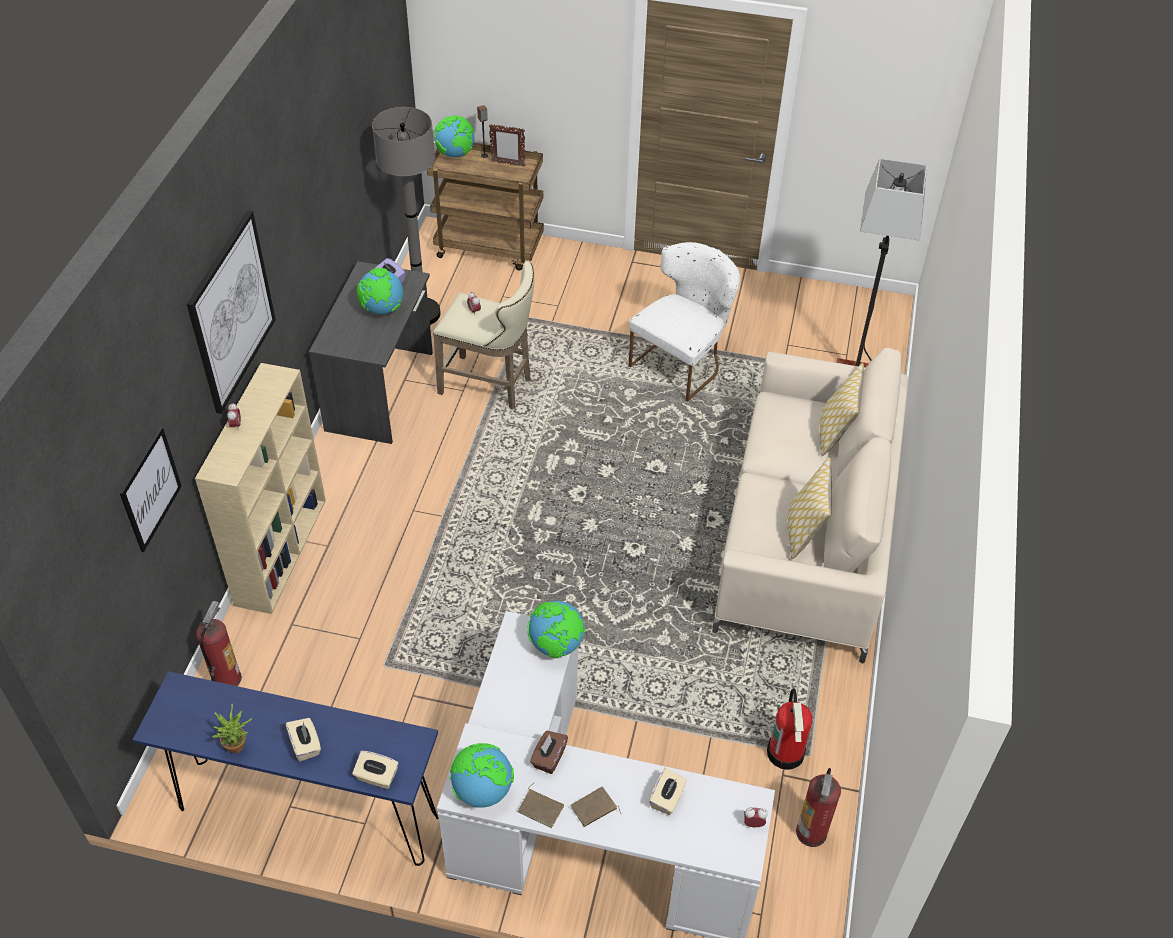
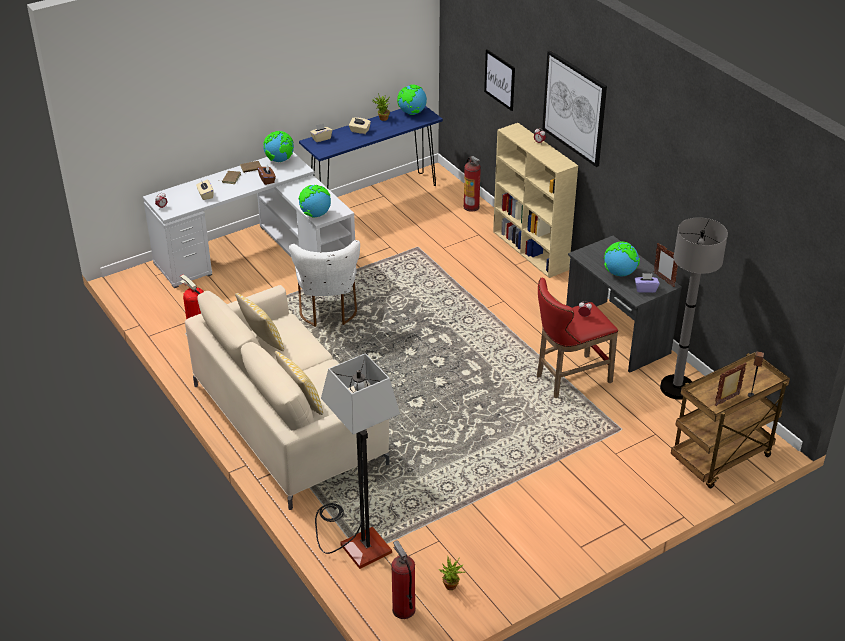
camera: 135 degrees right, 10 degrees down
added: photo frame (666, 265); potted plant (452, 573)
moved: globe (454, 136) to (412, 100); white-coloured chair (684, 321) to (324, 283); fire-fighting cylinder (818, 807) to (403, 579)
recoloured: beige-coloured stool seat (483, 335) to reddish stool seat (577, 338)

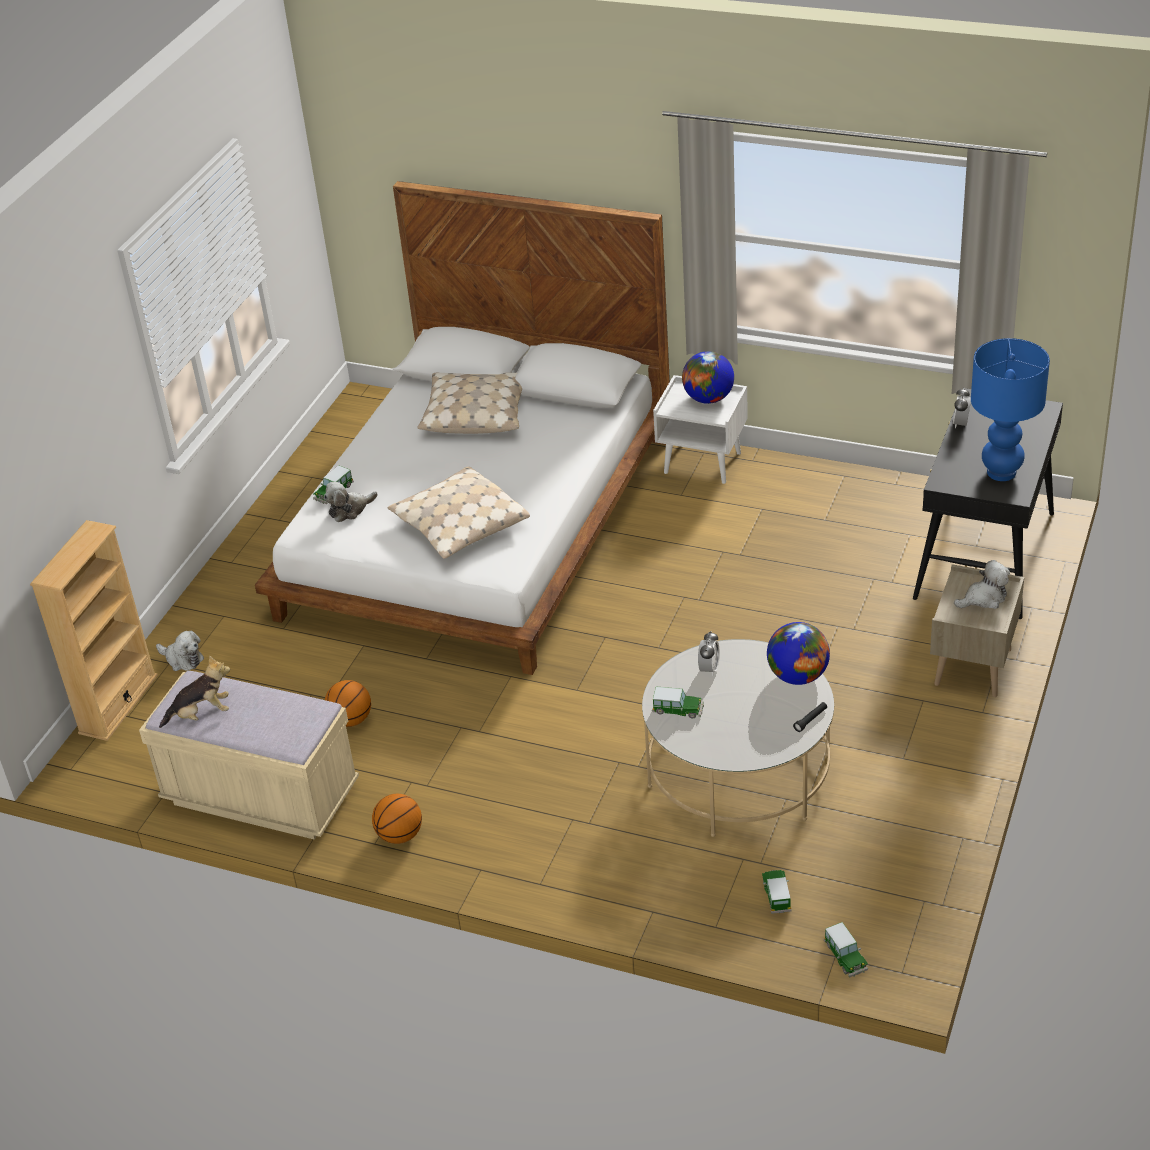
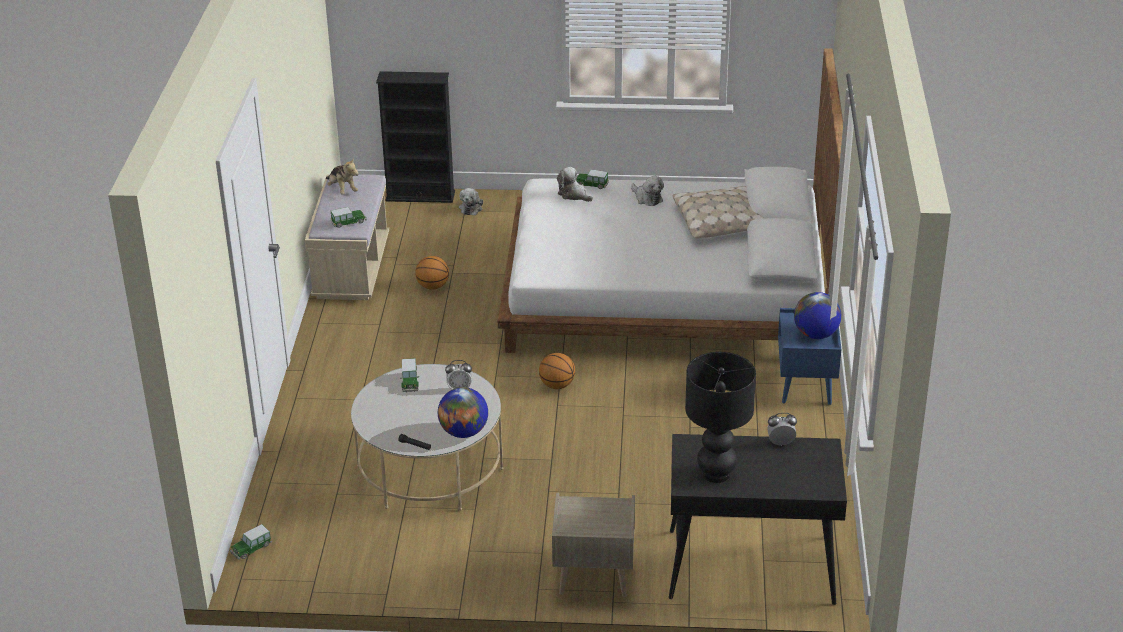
camera: 70 degrees right, 5 degrees down
removed: beige-coloured cushion (459, 512)
moved: cuddly toy (982, 584) to (647, 191); basketball (397, 819) to (557, 371); miniature car (776, 892) to (349, 217)
recoloured: blue lamp for a table (1010, 409) to blackish lamp for a table (720, 417); white-coloured bedside table (700, 429) to blue bedside table (809, 356); beige-coloured shelving unit (94, 630) to blackish shelving unit (415, 137)

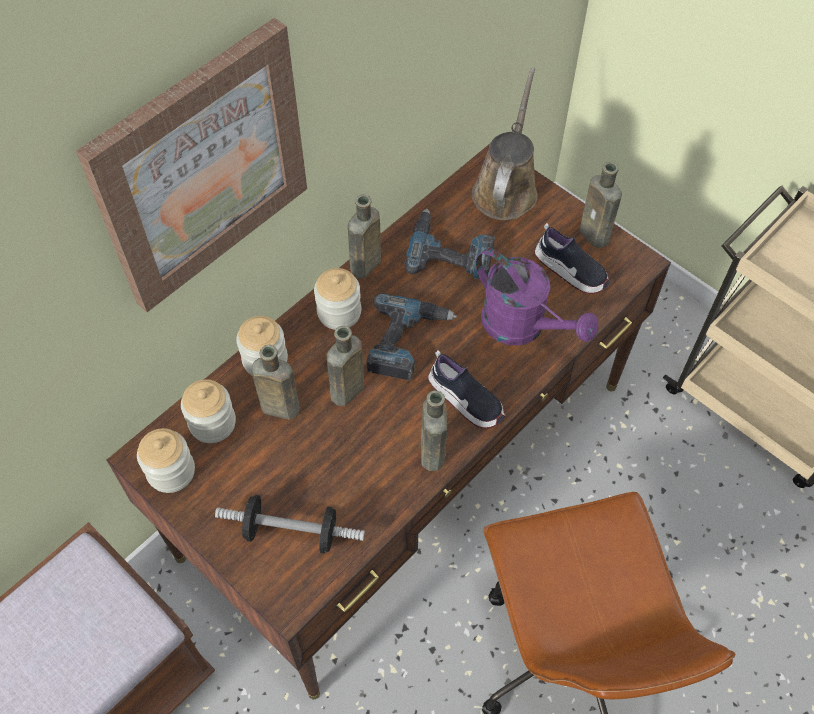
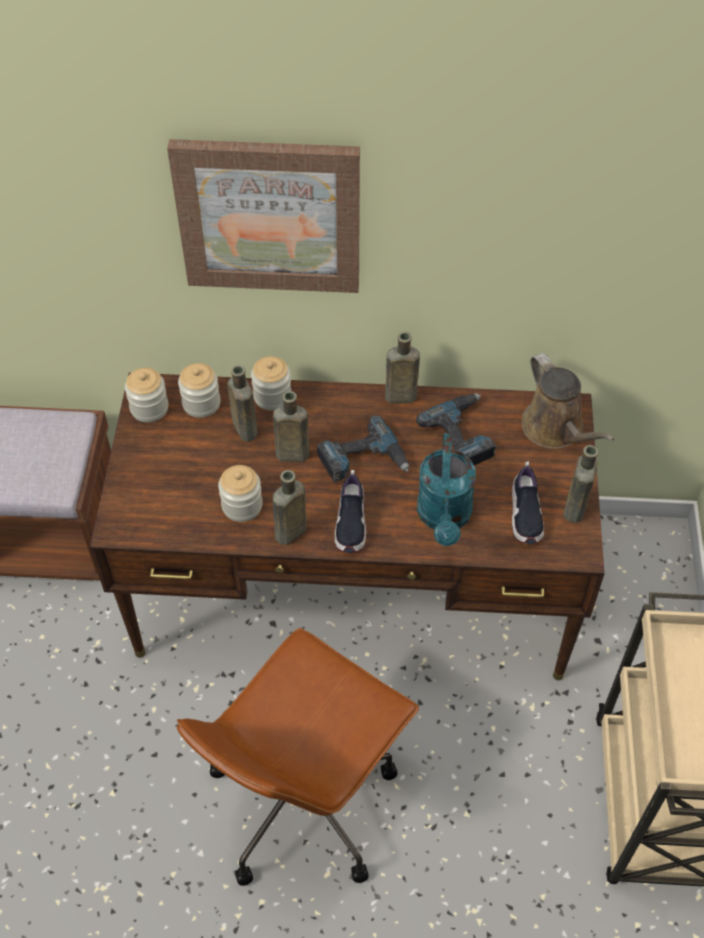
camera: 50 degrees right, 5 degrees down
removed: free weight (290, 524)
moved: jar (337, 299) to (240, 493)
recoloured: purple watering can (537, 296) to turquoise watering can (446, 489)
turned: brownish watering can (505, 143) = (568, 401) 90 degrees clockwise

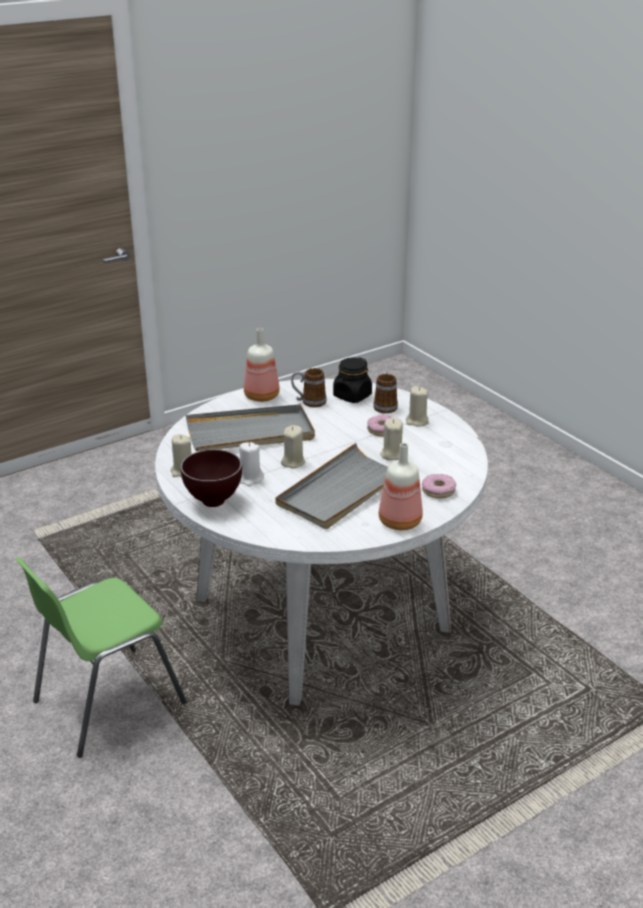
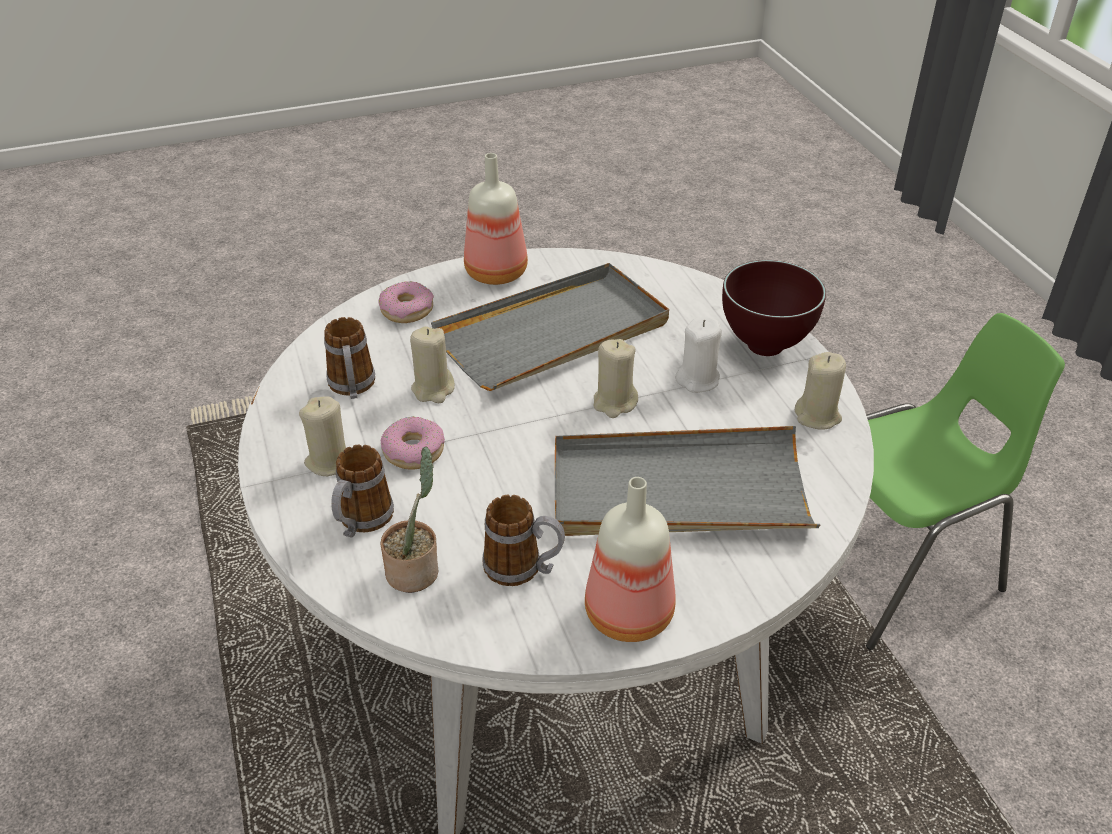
camera: 165 degrees left, 10 degrees up
added: mug (349, 358)
replaced: blackish jar (352, 380) to potted plant (409, 519)

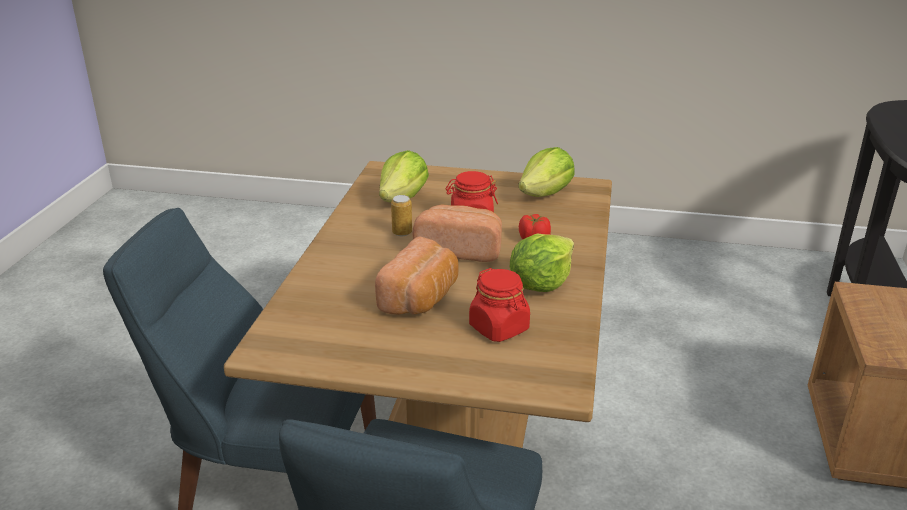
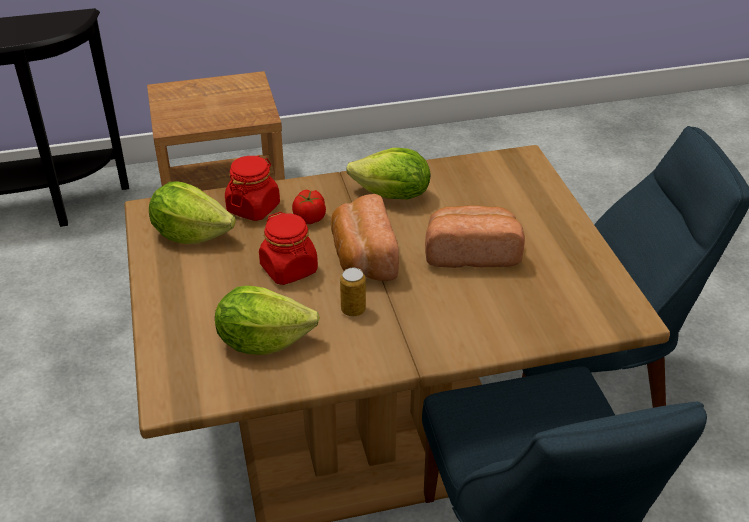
camera: 115 degrees left, 10 degrees up
moved: reddish jar (499, 305) to (252, 188)

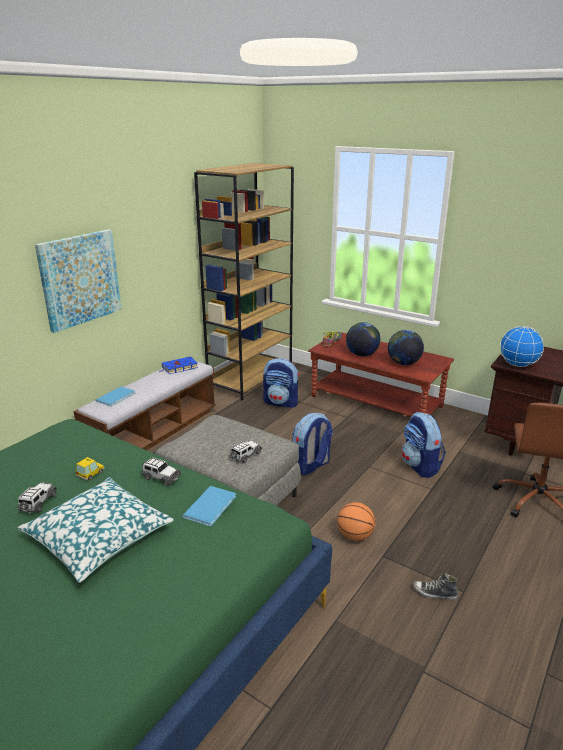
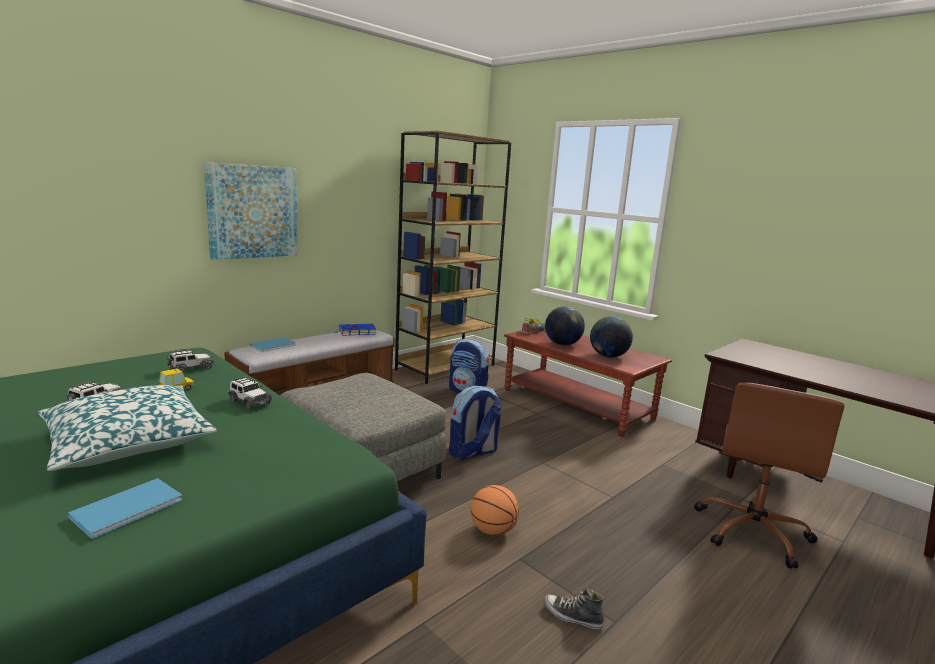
camera: 10 degrees right, 10 degrees down
removed: globe (522, 346); backpack (423, 445)
moved: miniature car (245, 451) to (190, 361); blue volume (209, 506) to (124, 508)

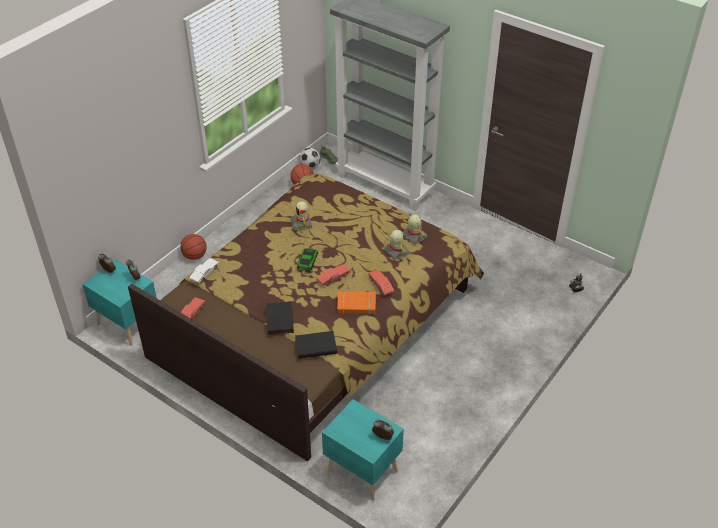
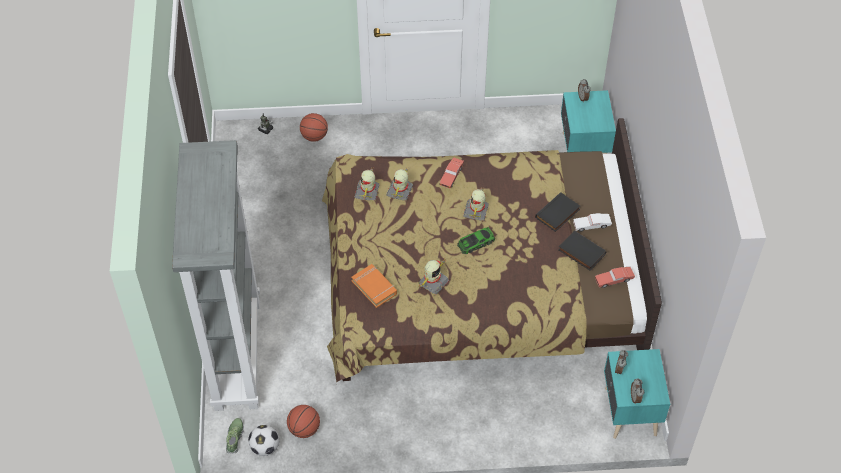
camera: 130 degrees left, 10 degrees up
moved: basketball (193, 247) to (314, 127); white-coloured miniature car (204, 270) to (592, 222); orangey volume (356, 303) to (374, 286); blackish volume (316, 345) to (582, 251)
replaced: reddish miniature car (333, 275) to toy robot (476, 203)

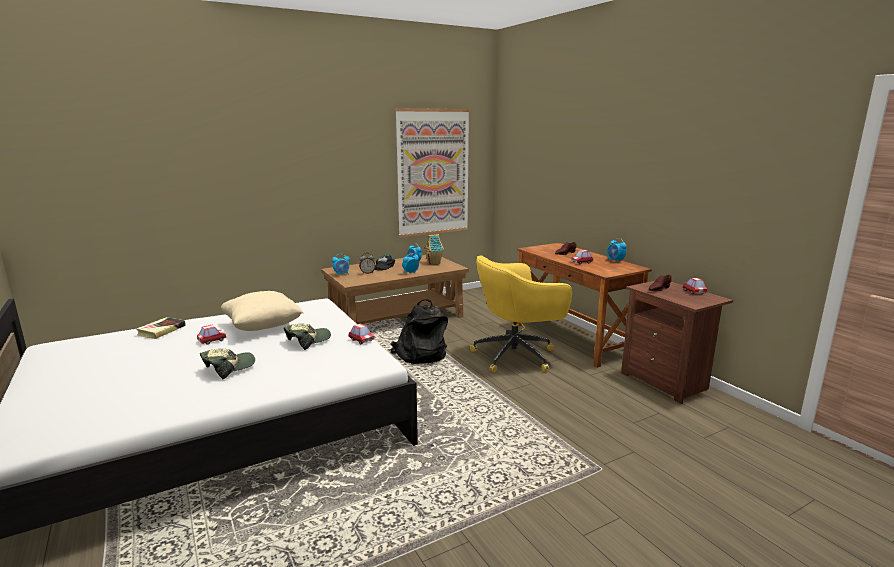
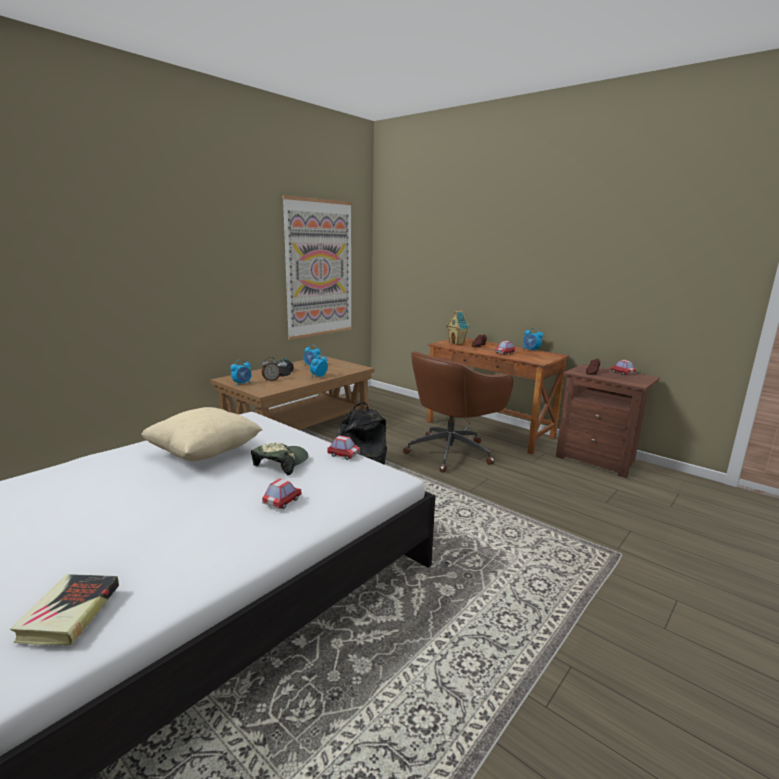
camera: 20 degrees left, 0 degrees up
removed: baseball cap (227, 364)
moved: toy house (434, 249) to (458, 327); volume (161, 328) to (64, 609); miniature car (212, 335) to (282, 494)
recoloured: yellow office chair (521, 313) to brownish office chair (458, 412)

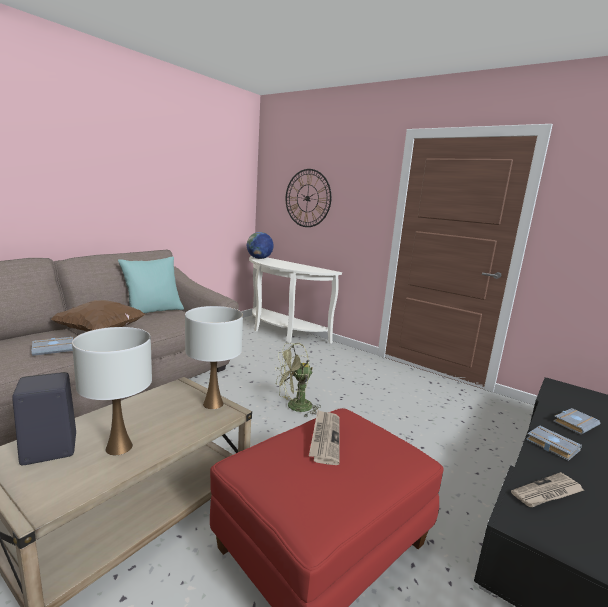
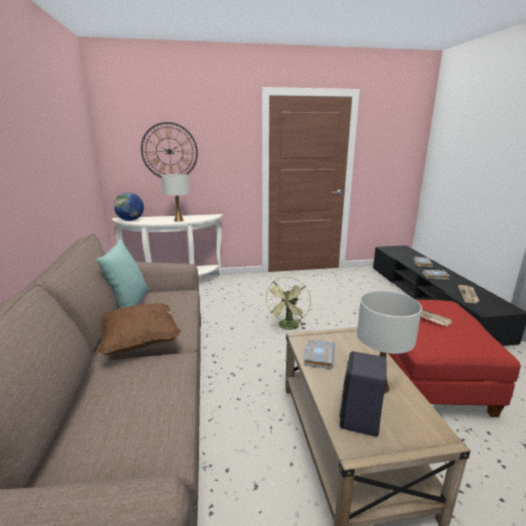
camera: 45 degrees left, 5 degrees up
moved: white-coloured lamp for a table (214, 357) to (176, 198); gray volume (52, 346) to (319, 354)

